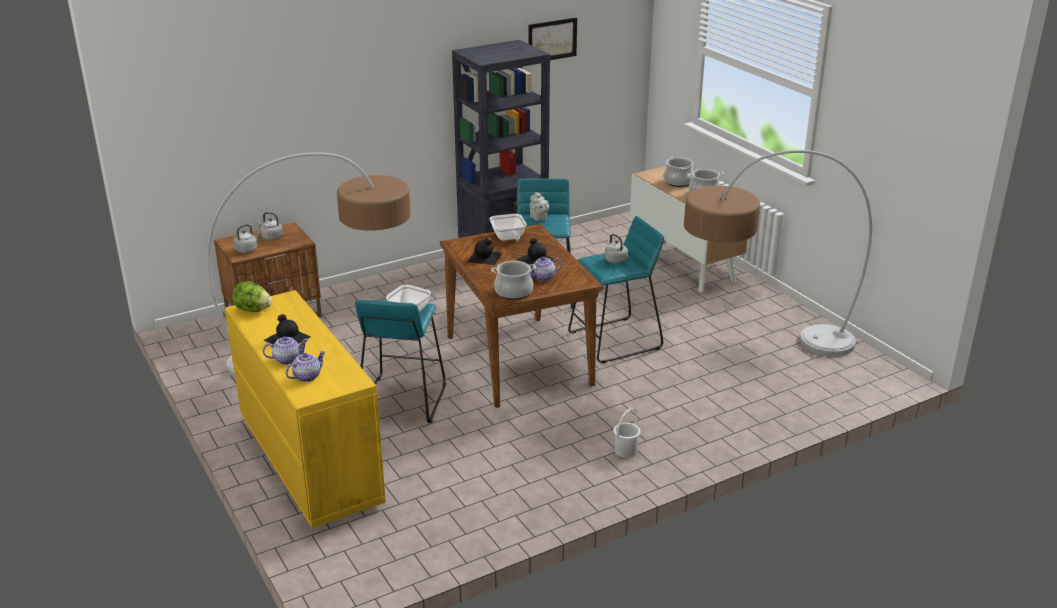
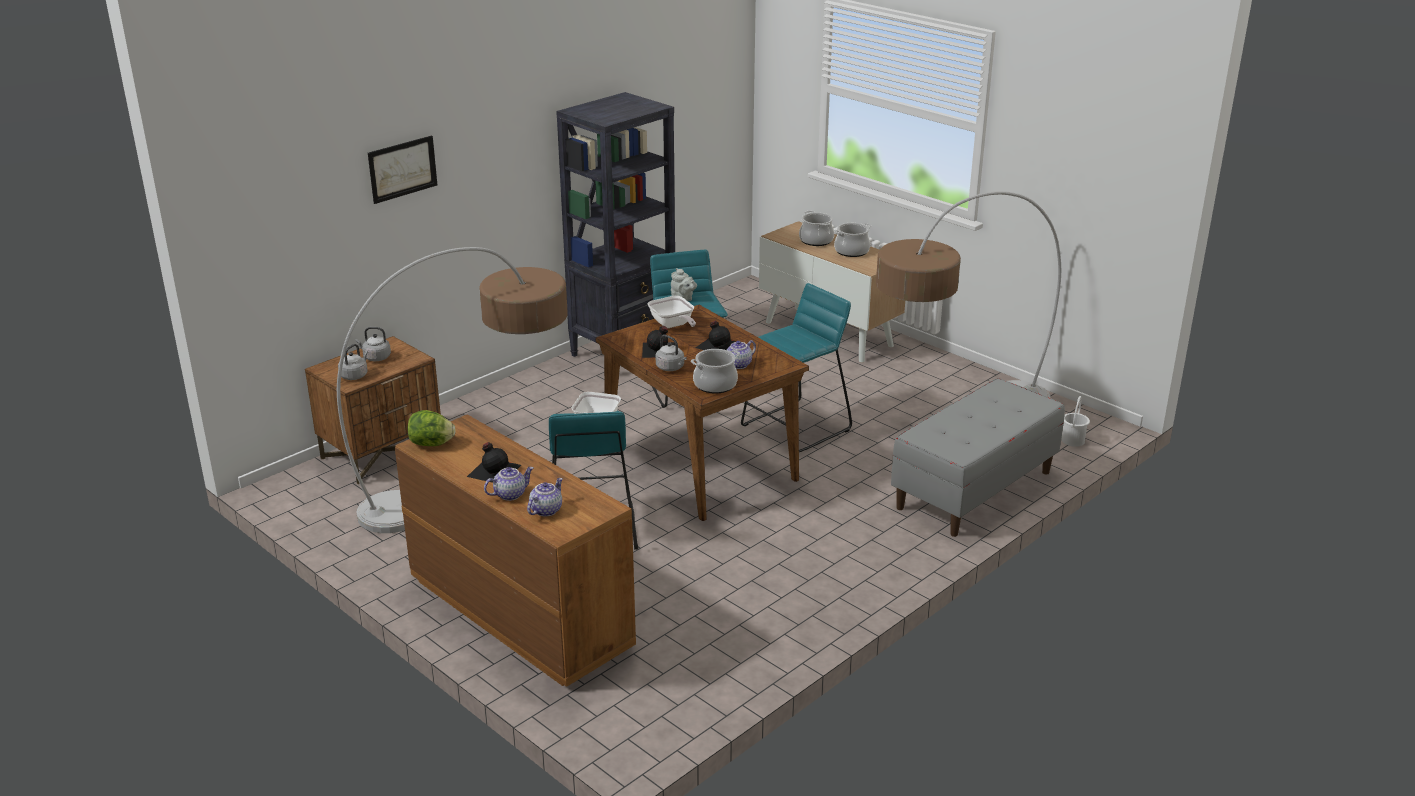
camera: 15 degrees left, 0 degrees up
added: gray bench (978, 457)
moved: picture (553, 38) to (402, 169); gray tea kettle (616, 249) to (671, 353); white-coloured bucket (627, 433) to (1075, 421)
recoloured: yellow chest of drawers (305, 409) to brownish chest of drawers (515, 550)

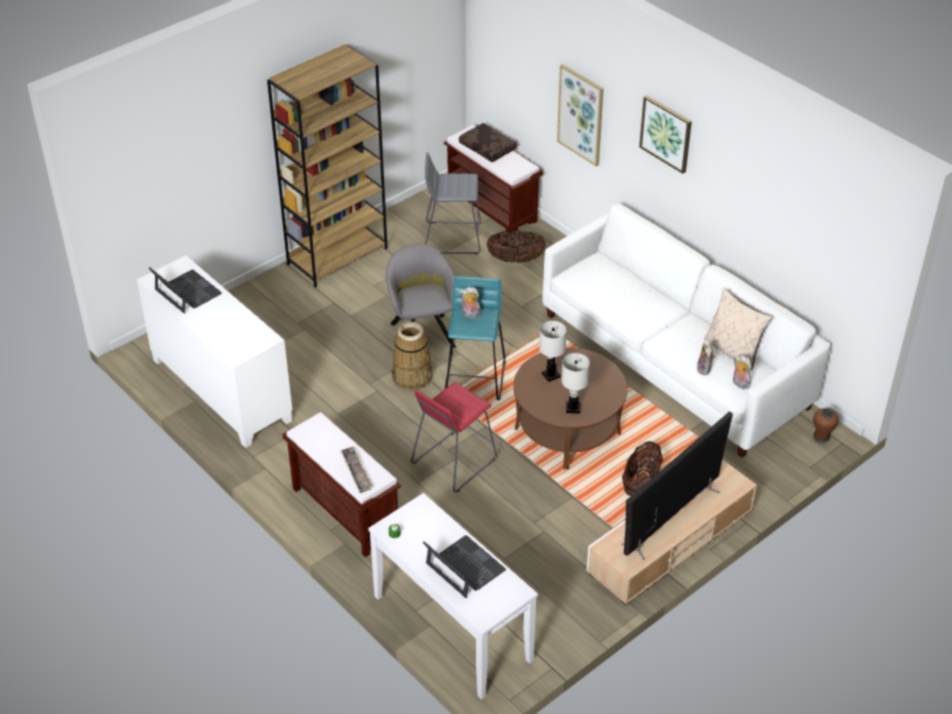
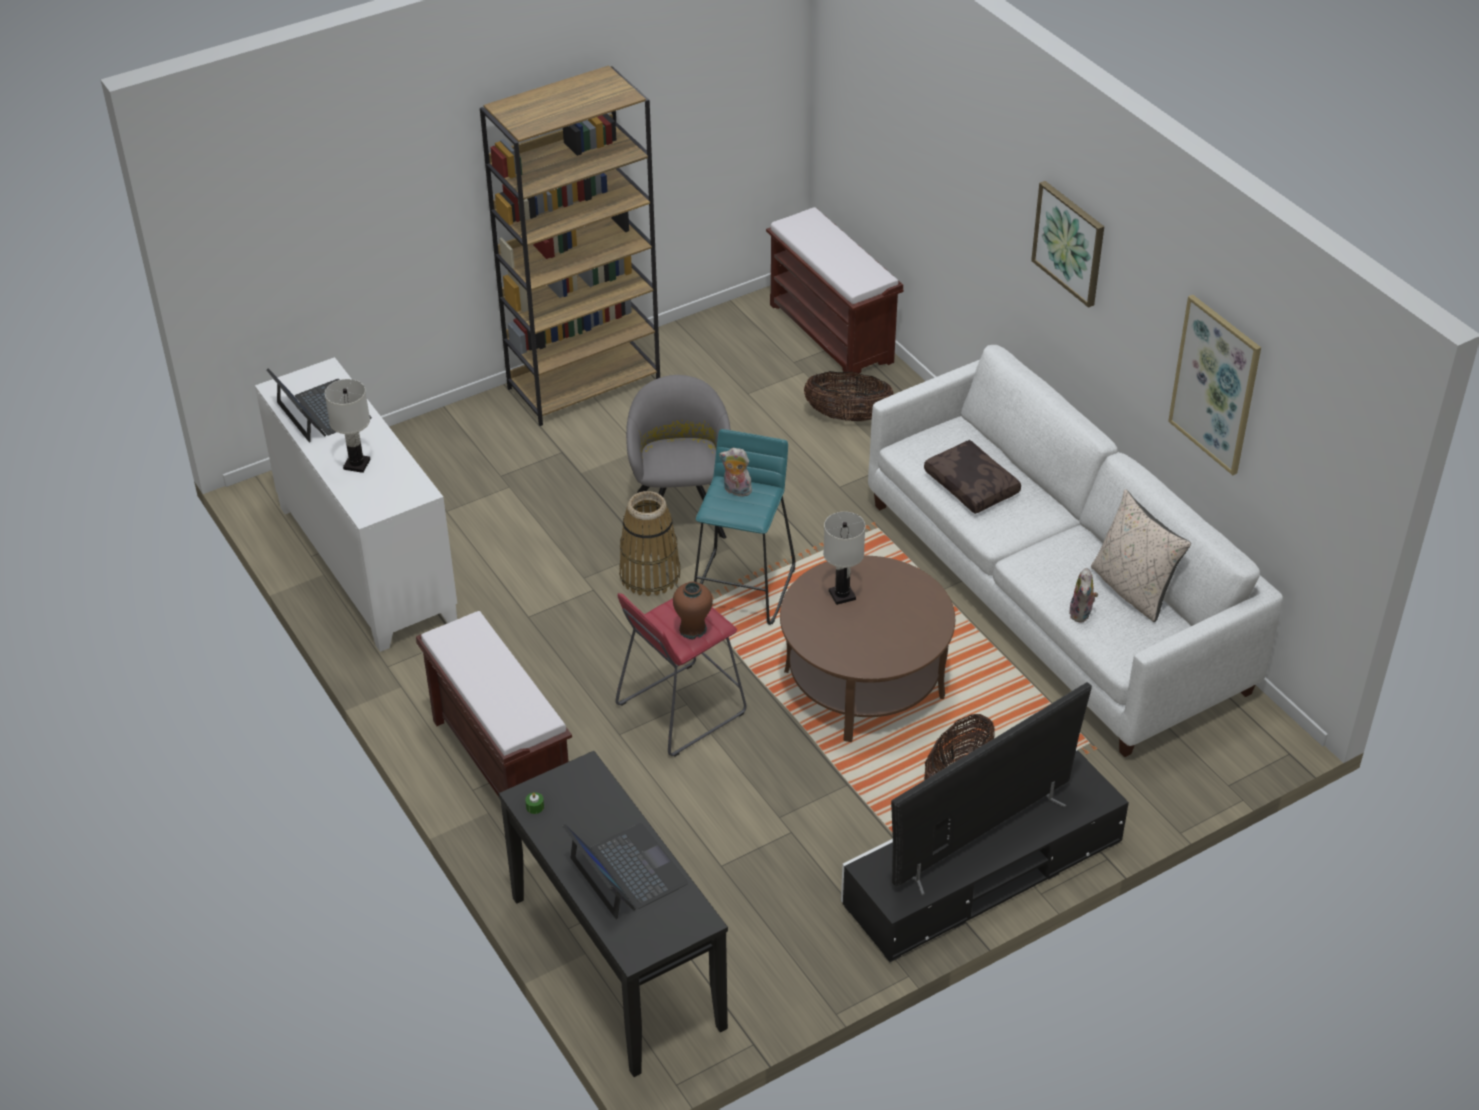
camera: 10 degrees right, 0 degrees up
removed: gray stool seat (453, 203); cuddly toy (742, 372); carrying tray (356, 469)
moved: picture (580, 115) to (1214, 385); brownish cushion (488, 142) to (972, 477); white-coloured lamp for a table (575, 383) to (348, 426); brownish decorative vase (826, 426) to (693, 610)
recoloured: beige-coloured tv unit (672, 532) to blackish tv unit (985, 855); white-coloured hall table (453, 596) to blackish hall table (613, 914)

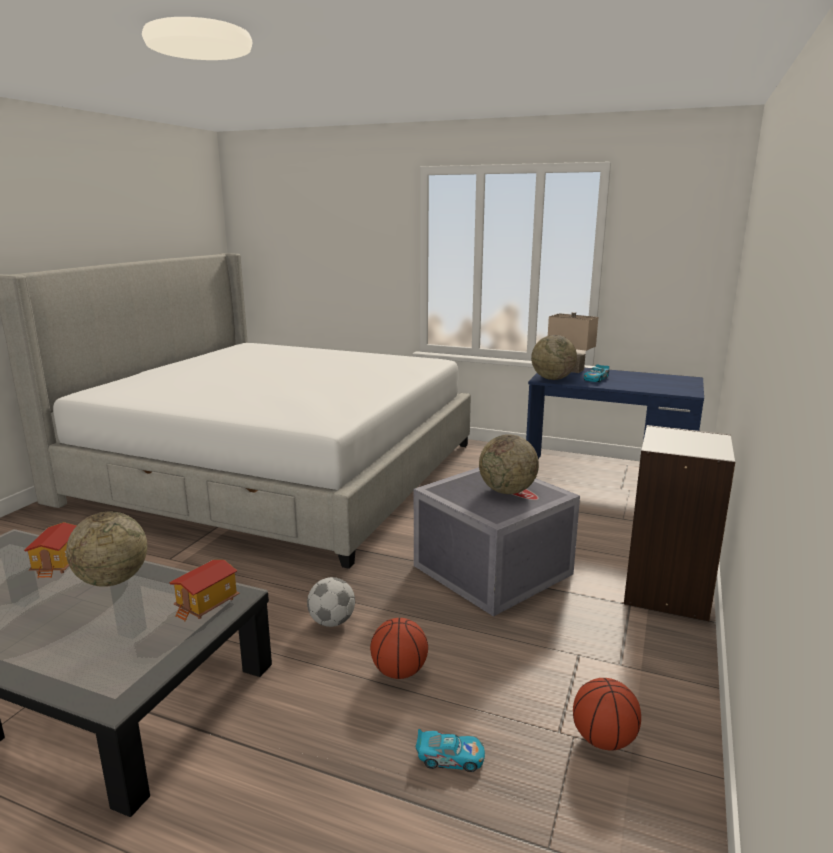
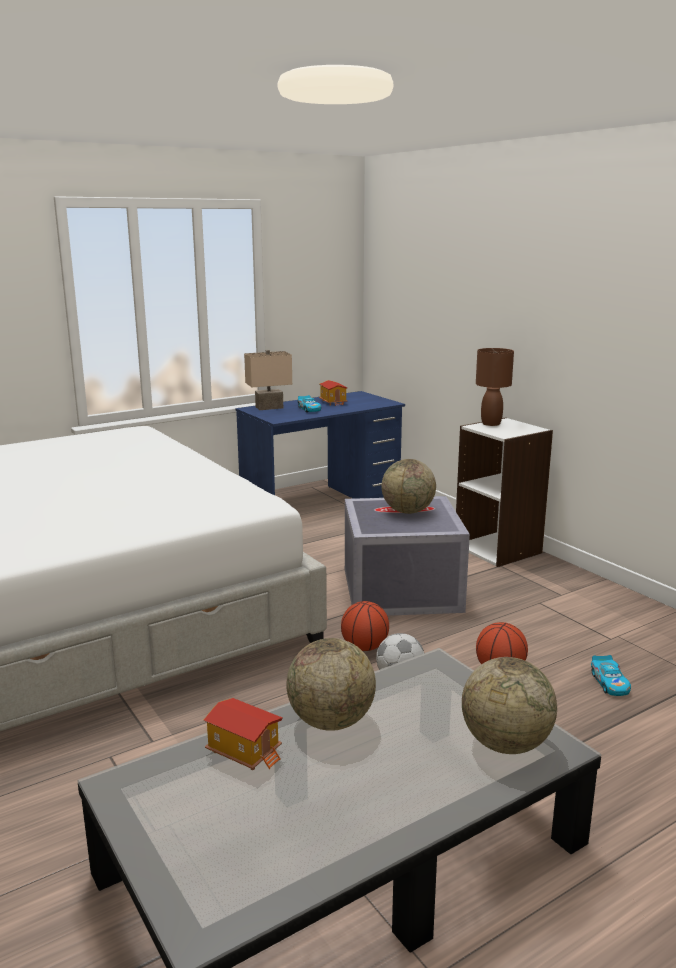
camera: 55 degrees left, 0 degrees up
added: brownish lamp for a table (495, 387)
moved: globe (554, 357) to (509, 705); toy house (204, 590) to (333, 393); basketball (607, 714) to (365, 626)
turned: miniature car (450, 750) = (611, 675) 135 degrees clockwise

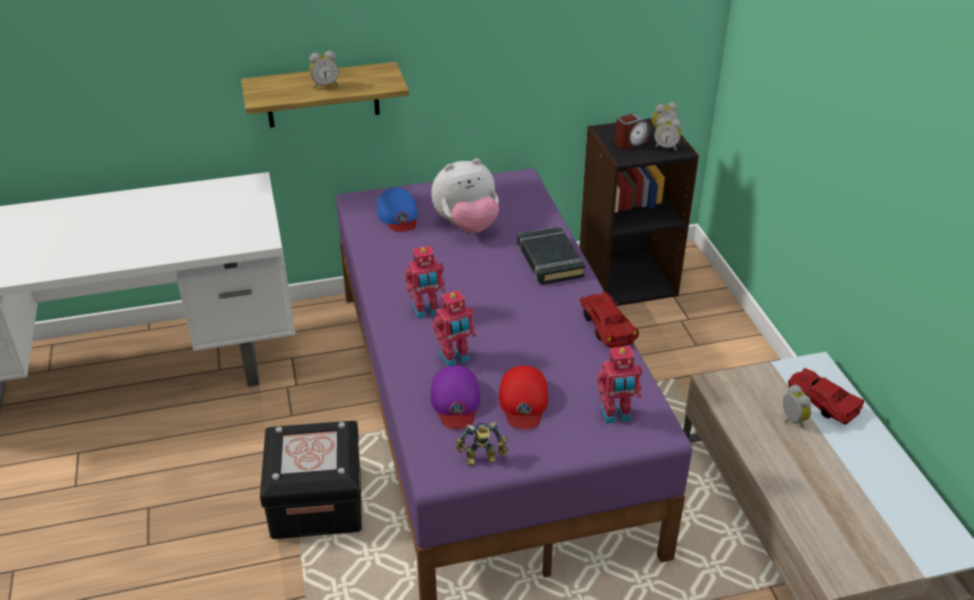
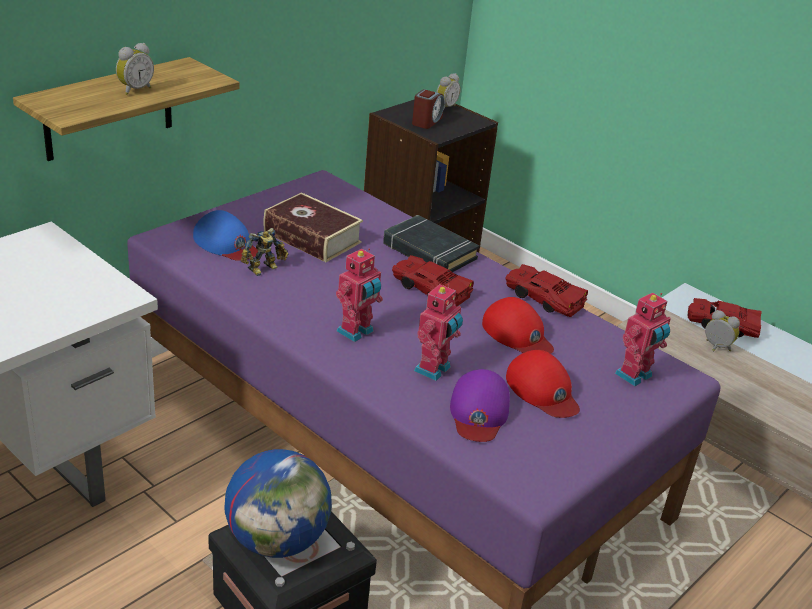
camera: 35 degrees left, 5 degrees down
removed: bedside clock (667, 134)
added: reddish miniature car (433, 280); reddish baseball cap (518, 325); globe (278, 503)
moved: toy robot (482, 444) to (264, 252)
replaced: cuddly toy (465, 196) to volume (313, 227)
turned: purple baseball cap (455, 397) = (480, 405) 45 degrees clockwise

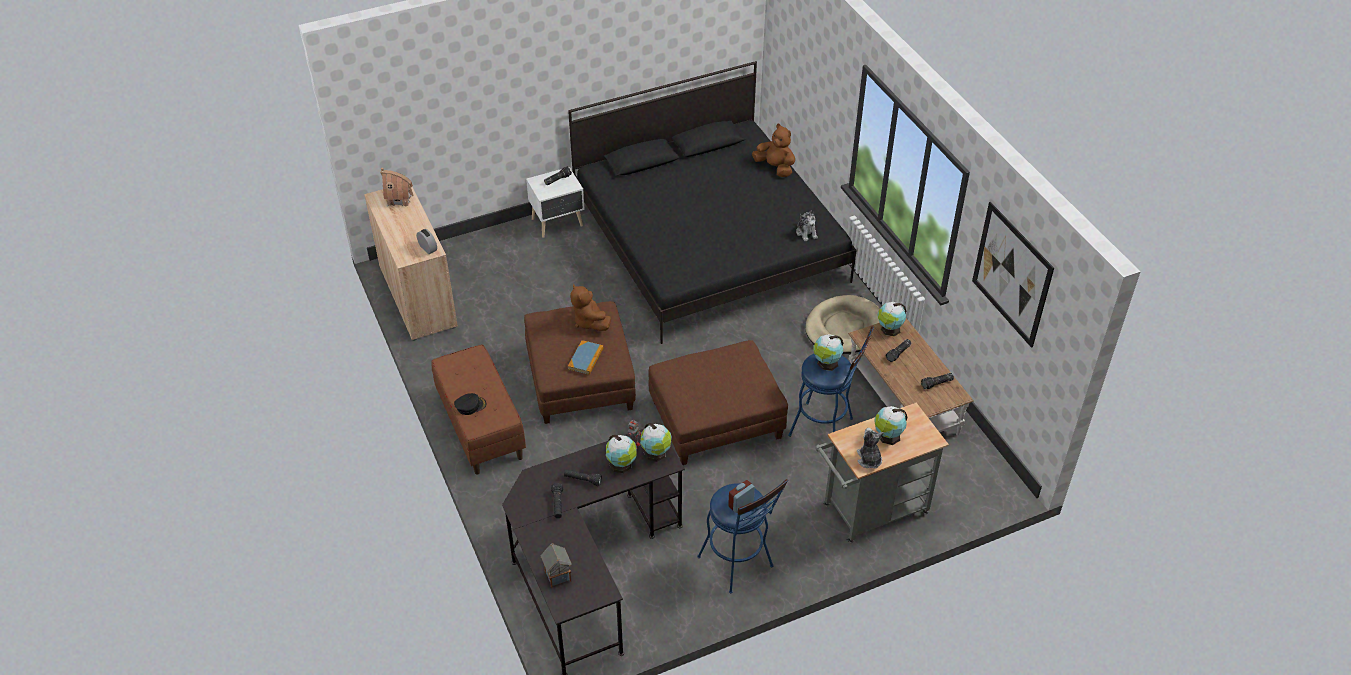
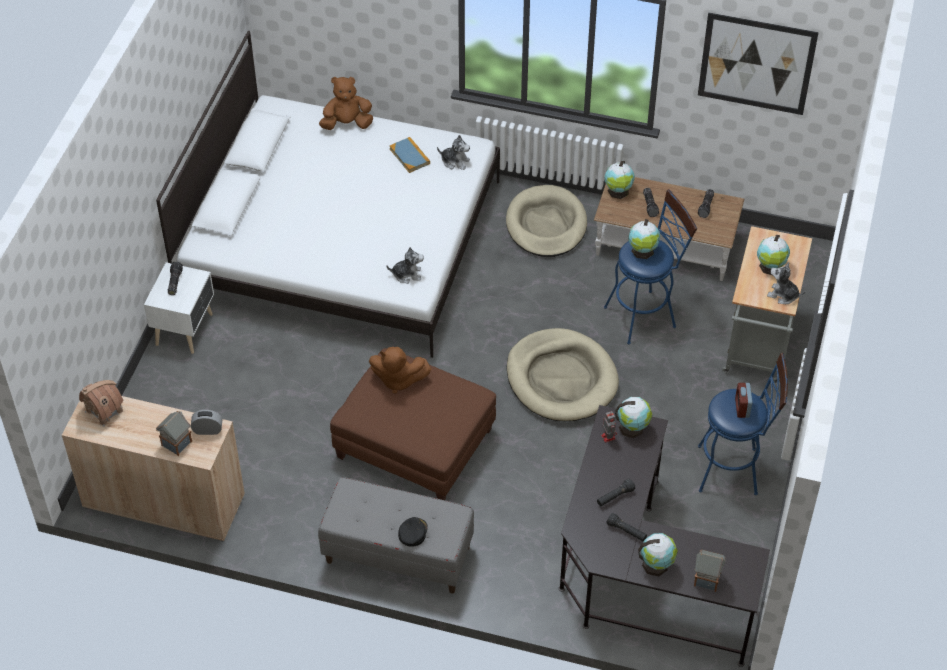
camera: 50 degrees left, 5 degrees up
added: cuddly toy (405, 265); toy house (174, 433)
moved: volume (586, 357) to (410, 155); globe (621, 454) to (658, 554)
replaced: brownish ottoman (718, 402) to beige-coloured pet bed (563, 374)
recoloured: blackish sleeping bed (712, 202) to white-coloured sleeping bed (328, 194); brownish bench (478, 409) to gray bench (396, 535)

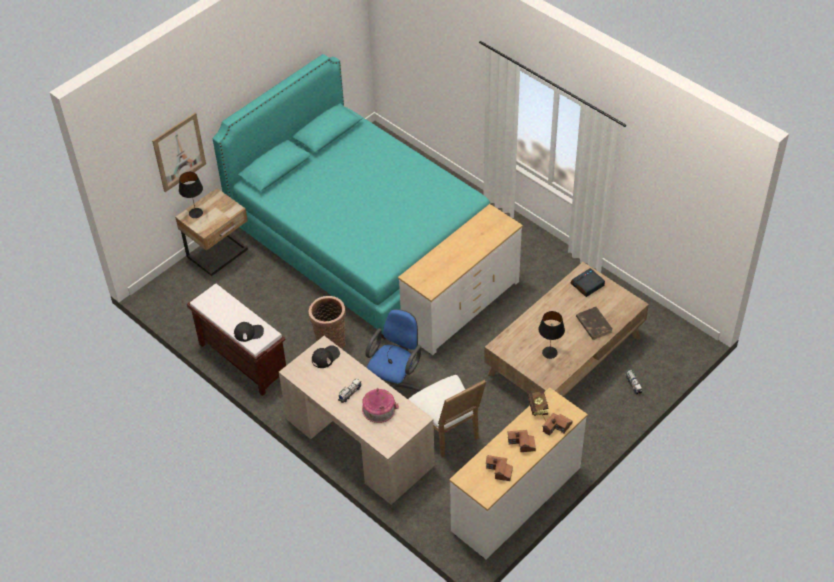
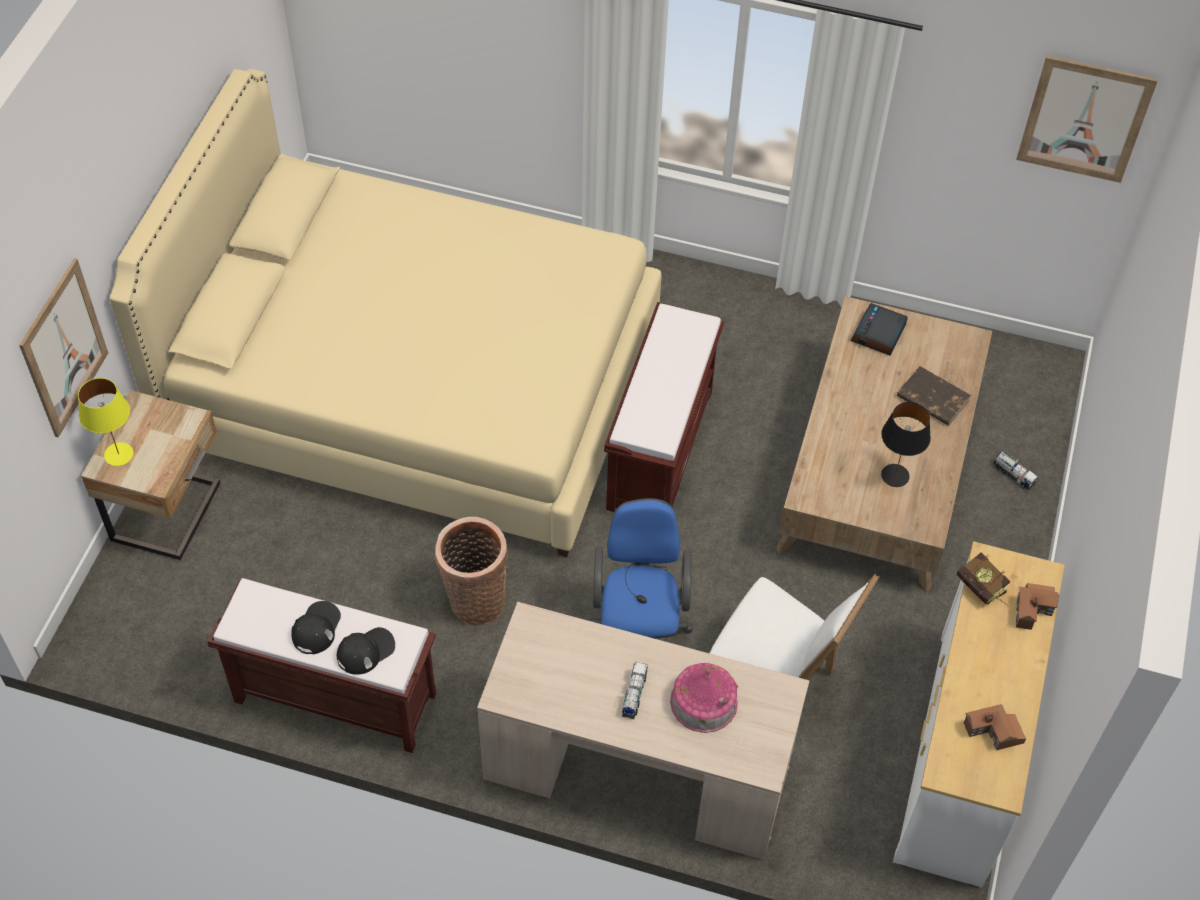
camera: 30 degrees left, 5 degrees up
removed: toy house (521, 441)
added: picture (1087, 119)
moved: blackish baseball cap (326, 356) to (316, 627)
replaced: white-coloured chest of drawers (460, 279) to brownish bench (664, 407)
recoloured: turquoise sleeping bed (351, 197) to beige-coloured sleeping bed (385, 313); blackish lamp for a table (191, 195) to yellow lamp for a table (105, 422)

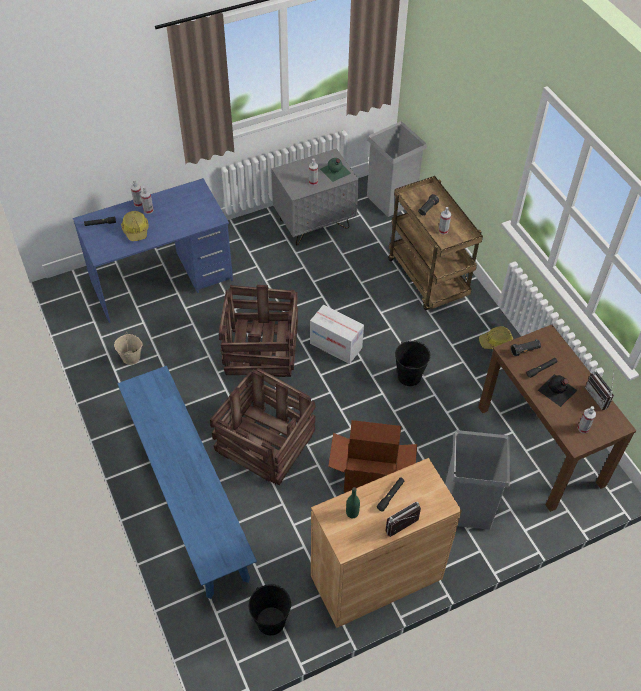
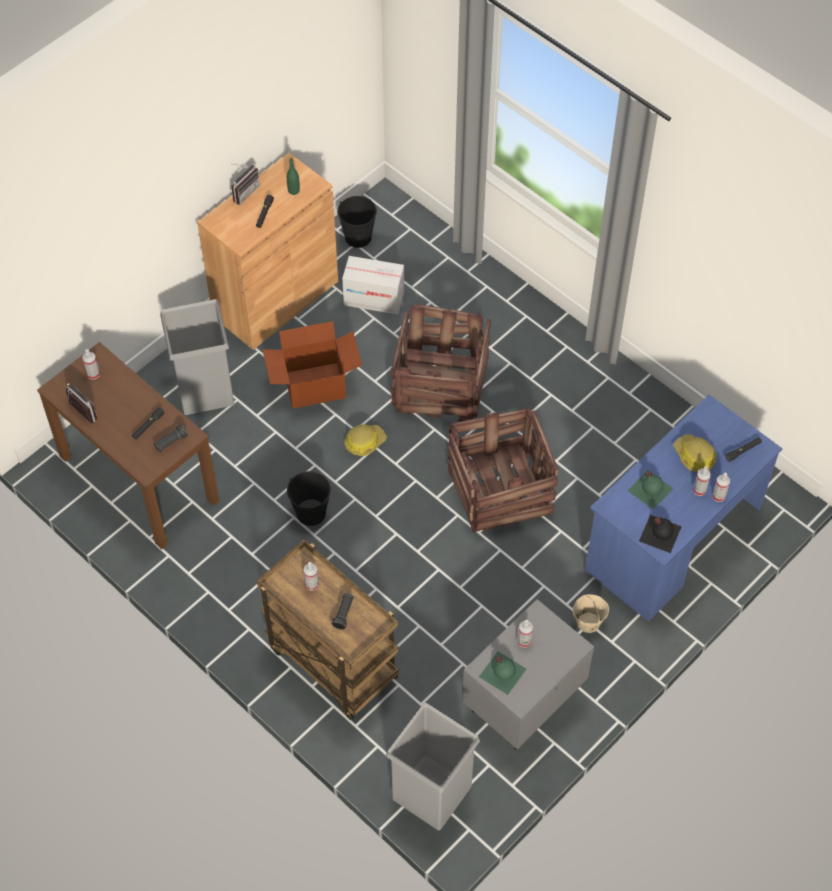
camera: 160 degrees right, 5 degrees up
removed: blue bench (187, 482)
added: greenish drink bottle (651, 490)
moved: packing box (337, 334) to (373, 285); work helmet (496, 337) to (366, 440); beige-coloured bucket (128, 349) to (591, 613); blackish drink bottle (557, 390) to (660, 534)

